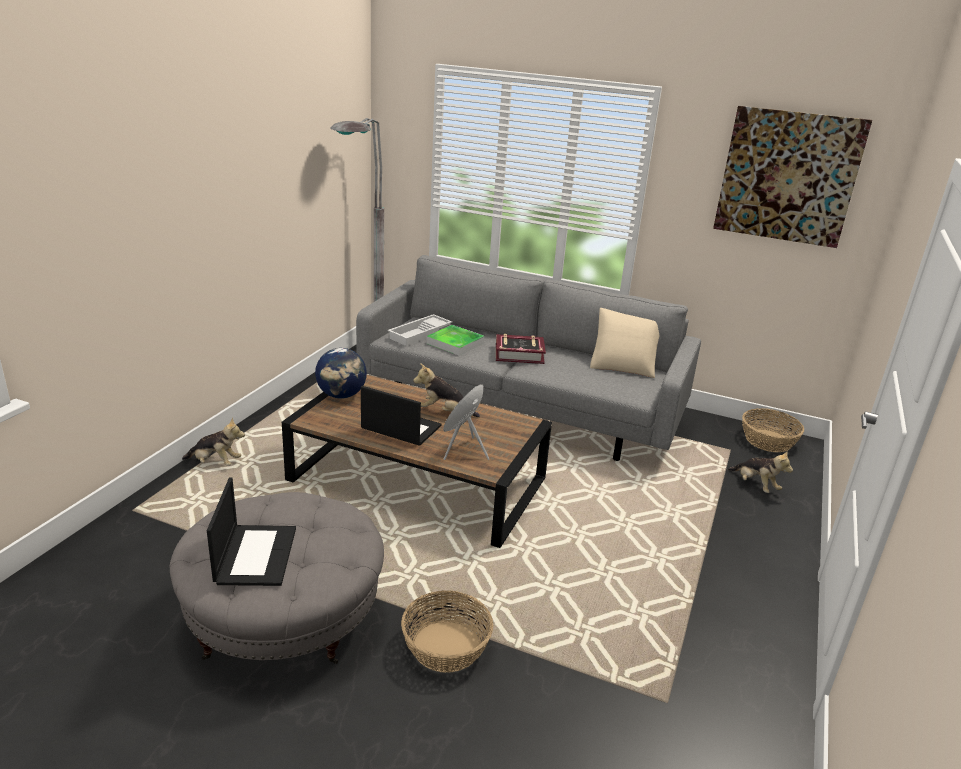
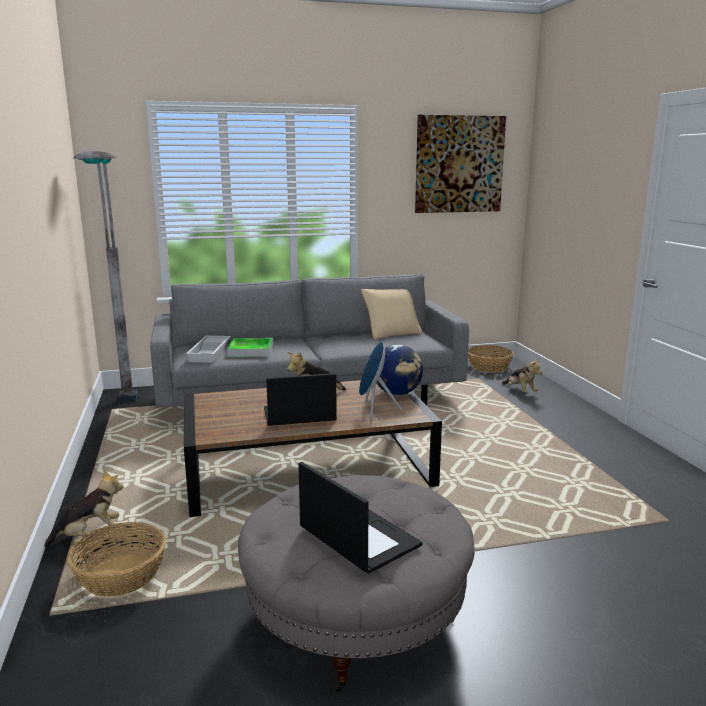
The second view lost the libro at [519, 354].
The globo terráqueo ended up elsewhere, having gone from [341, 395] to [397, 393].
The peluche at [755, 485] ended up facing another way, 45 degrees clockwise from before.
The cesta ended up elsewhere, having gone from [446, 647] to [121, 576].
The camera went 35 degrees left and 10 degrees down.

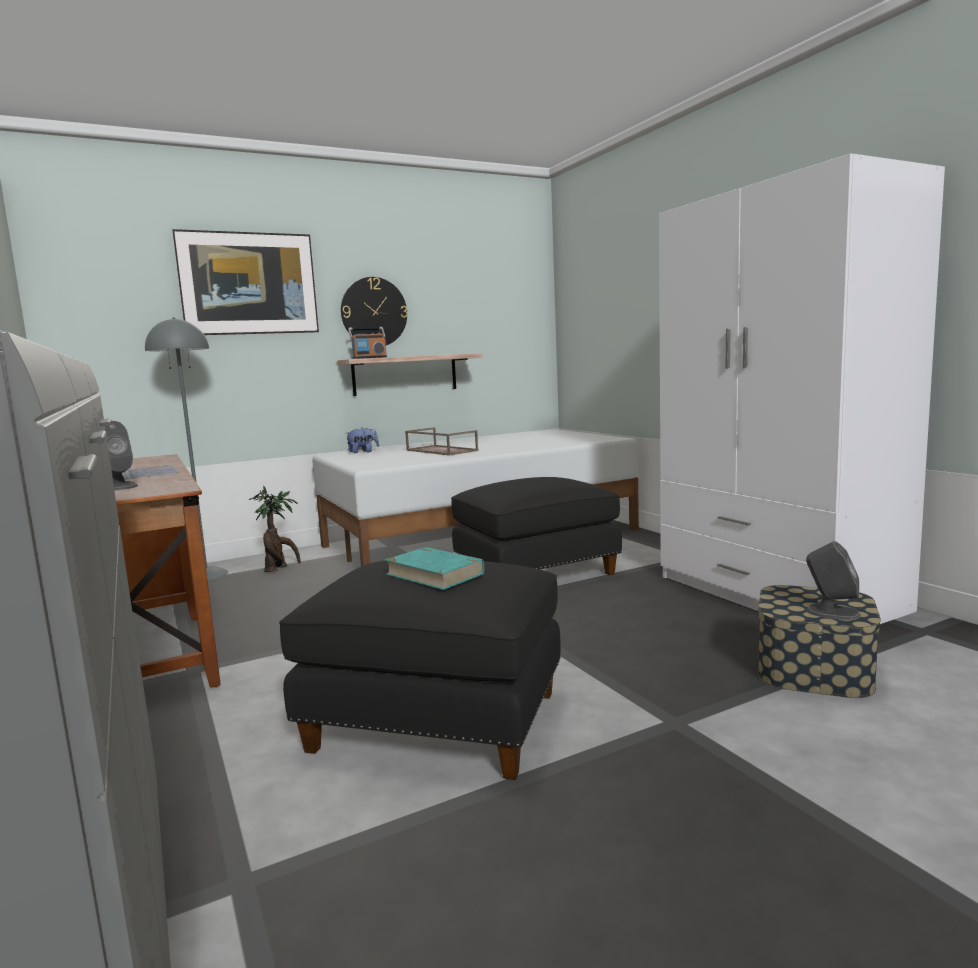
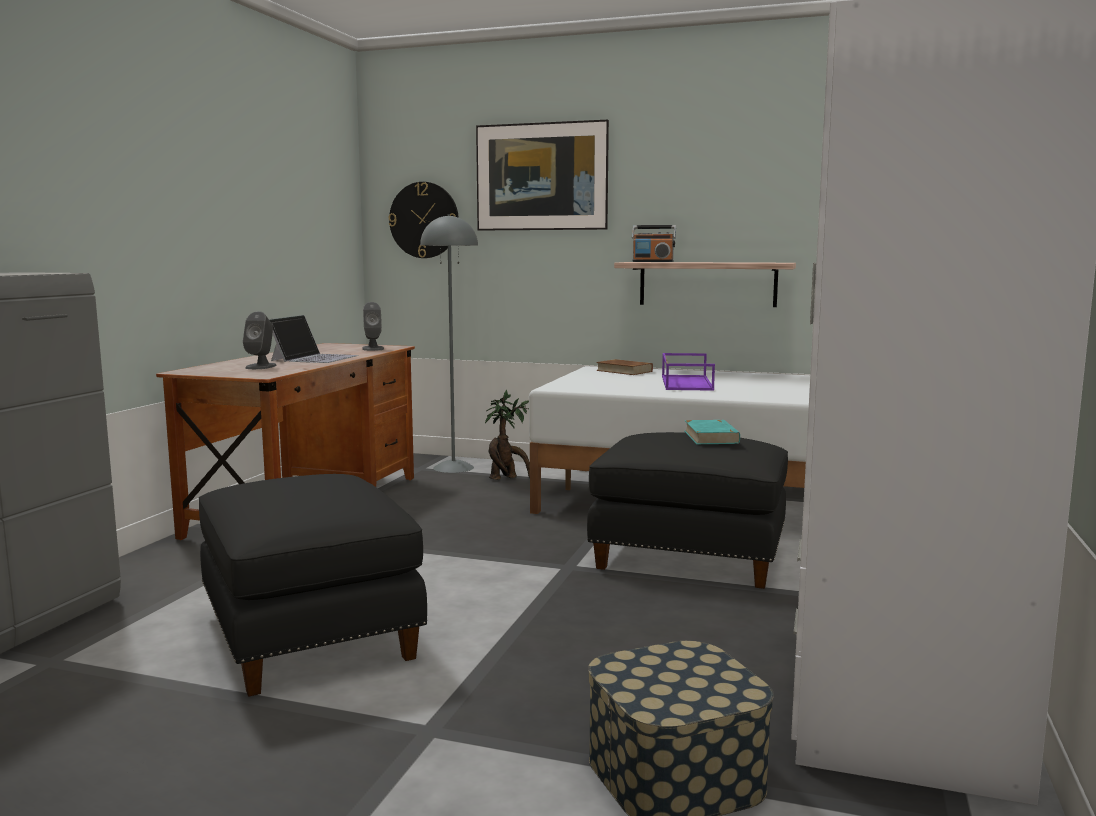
The reloj de pared ended up elsewhere, having gone from [374, 312] to [424, 220].
Where the peluche stood at [363, 452], the libro (marrón) came to stand at [624, 371].
What was the bandeja (marrón) at [440, 450] turned into the bandeja (morado) at [685, 383].
The altavoz (gris) ended up elsewhere, having gone from [832, 612] to [373, 348].
The libro (turquesa) ended up elsewhere, having gone from [434, 574] to [711, 437].
The camera went 45 degrees right and 0 degrees up.

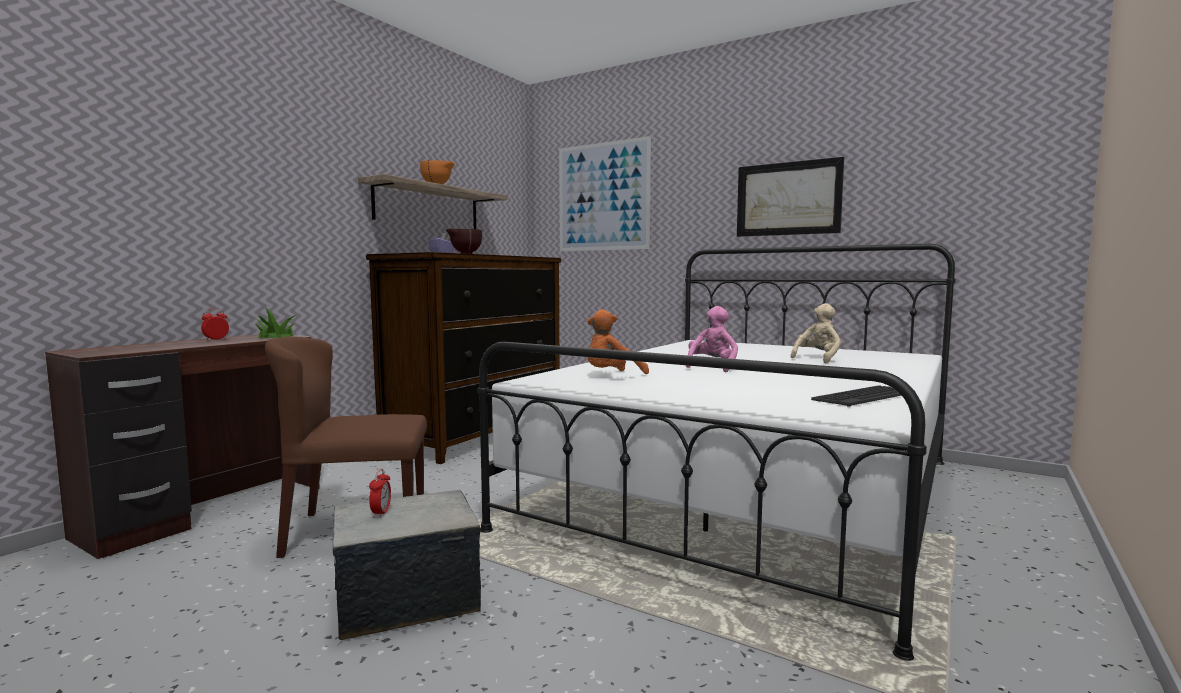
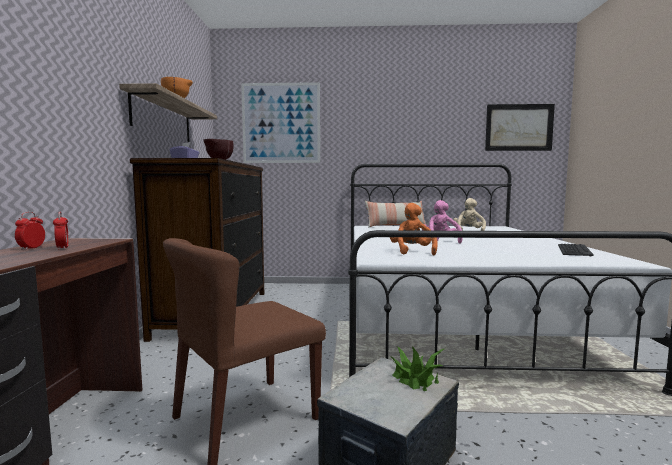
The cuadro ended up elsewhere, having gone from [788, 199] to [518, 127].
The planta en maceta ended up elsewhere, having gone from [275, 336] to [415, 379].
The peluche (naranja) at [612, 376] ended up facing another way, 150 degrees clockwise from before.
The despertador ended up elsewhere, having gone from [381, 513] to [62, 248].
The second view gained the cojín at [395, 226].
The camera went 30 degrees left and 0 degrees up.

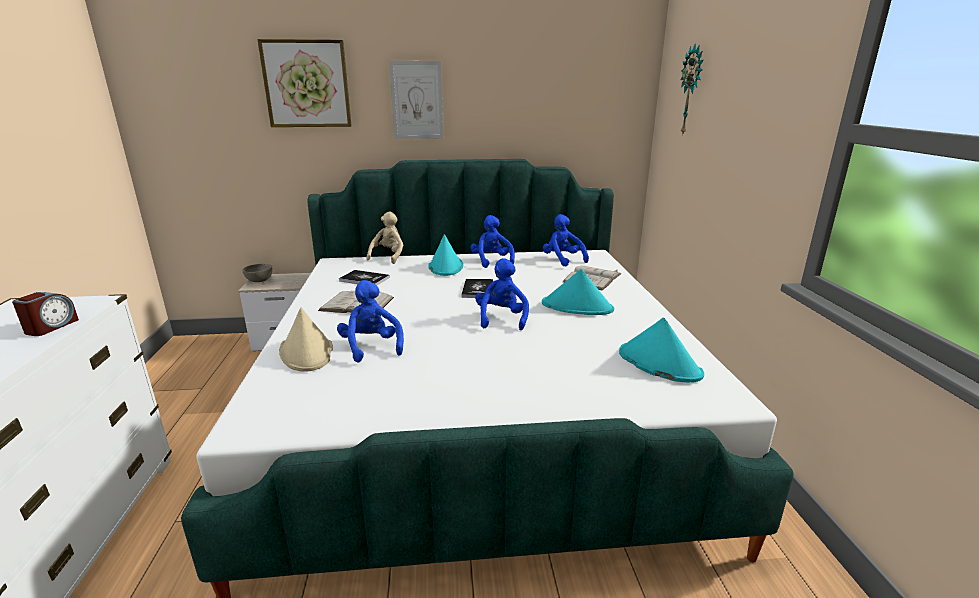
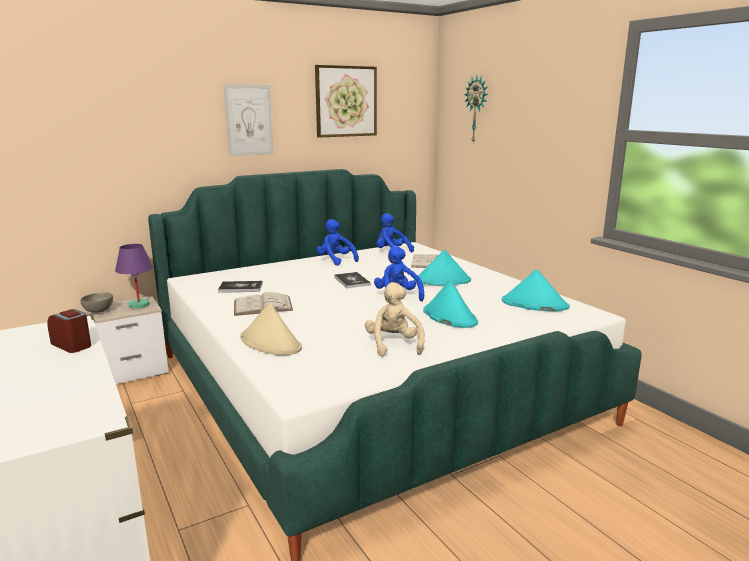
The cuadro ended up elsewhere, having gone from [306, 84] to [346, 101].
The peluche (beis) ended up elsewhere, having gone from [388, 256] to [393, 345].
The sombrero (turquesa) ended up elsewhere, having gone from [445, 266] to [449, 316].
The second view lost the peluche (azul) at [371, 347].
The despertador at [51, 327] ended up facing another way, 45 degrees counterclockwise from before.
The second view gained the lámpara de mesa (morado) at [138, 305].
The camera went 25 degrees left and 5 degrees down.

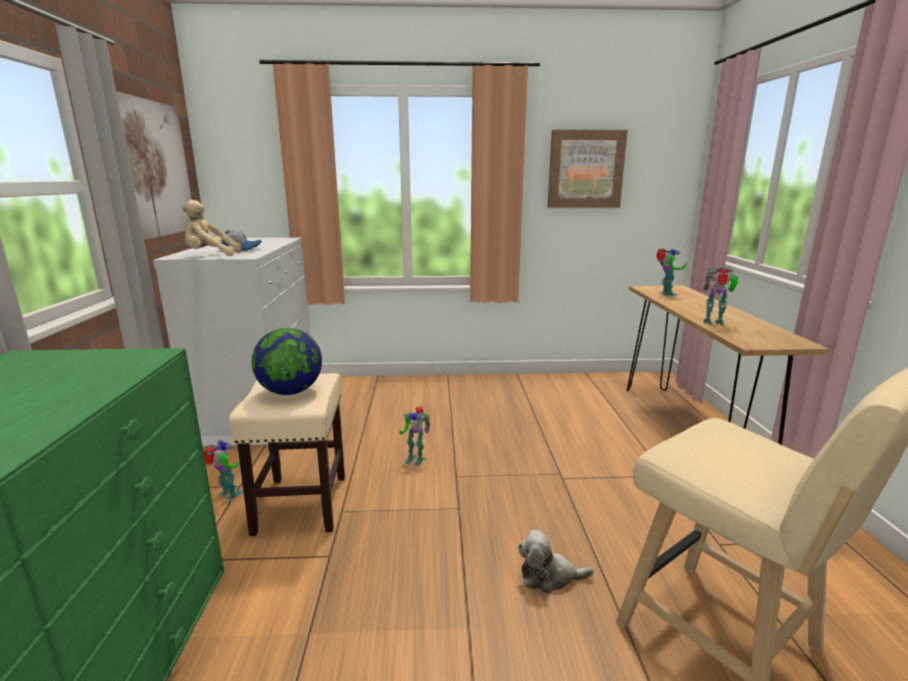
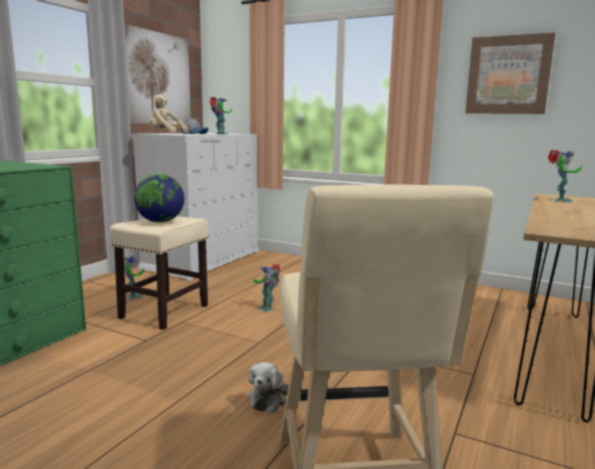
The robot de juguete ended up elsewhere, having gone from [714, 323] to [220, 134].
The peluche at [549, 576] ended up facing another way, 105 degrees counterclockwise from before.
The camera went 30 degrees right and 5 degrees down.

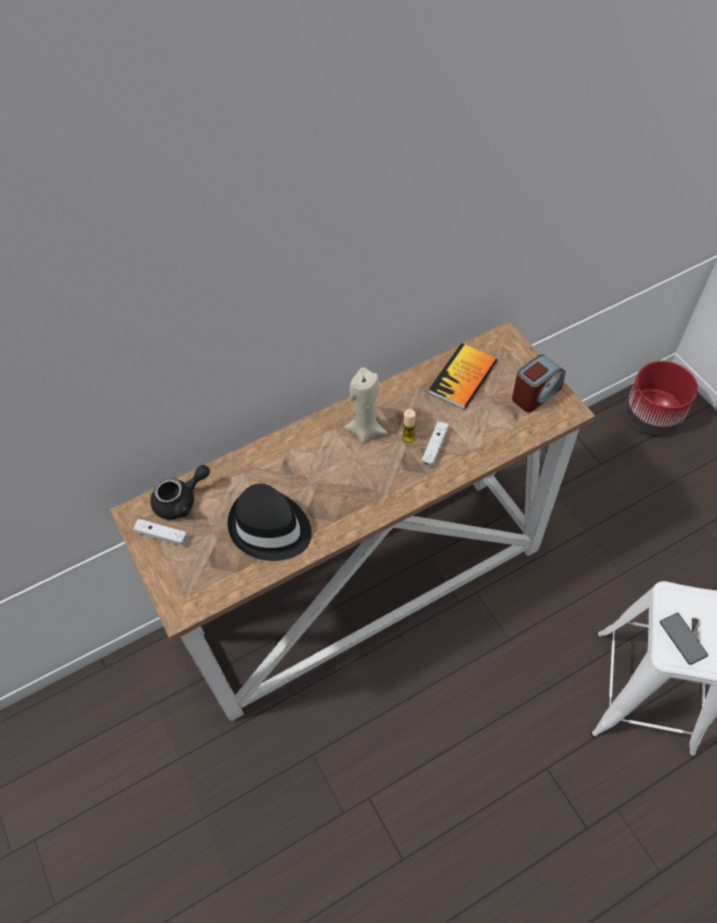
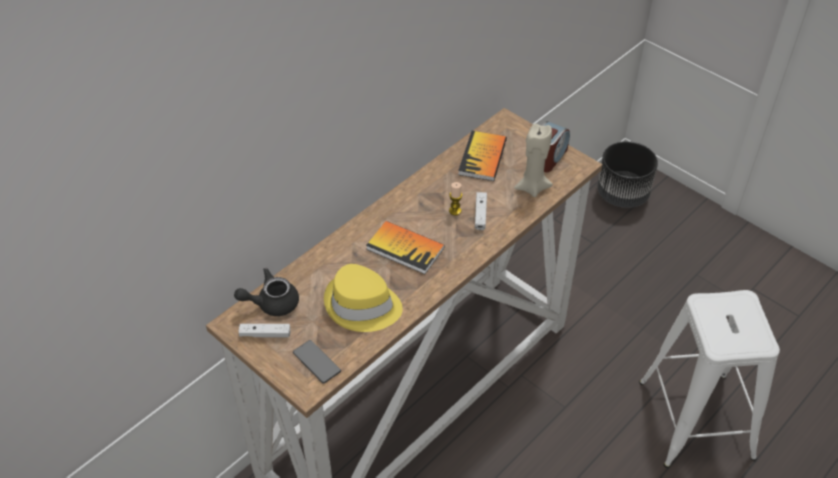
What was the maceta (rojo) at [652, 415] turned into the maceta (negro) at [622, 194].
The vela (beis) ended up elsewhere, having gone from [366, 430] to [532, 187].
The tetera (negro) at [181, 500] ended up facing another way, 150 degrees counterclockwise from before.
What was the sombrero (negro) at [270, 528] turned into the sombrero (amarillo) at [362, 306].
The móvil ended up elsewhere, having gone from [683, 638] to [317, 362].
The second view gained the libro at [405, 248].
The camera went 20 degrees left and 10 degrees down.

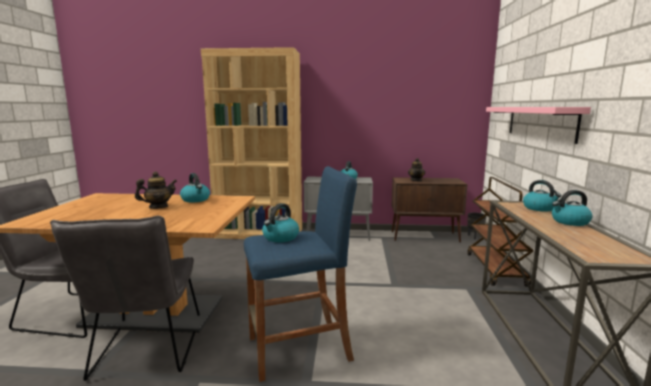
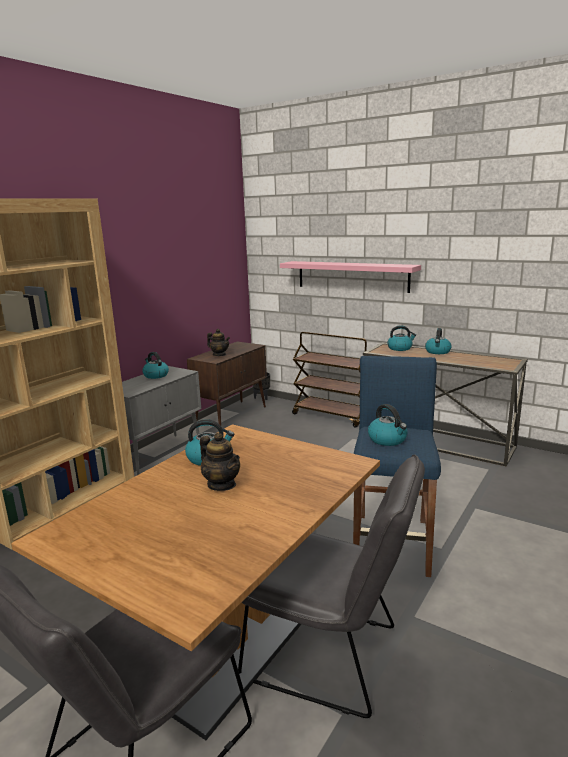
The tetera at [158, 207] ended up facing another way, 135 degrees clockwise from before.
The camera went 60 degrees left and 5 degrees up.

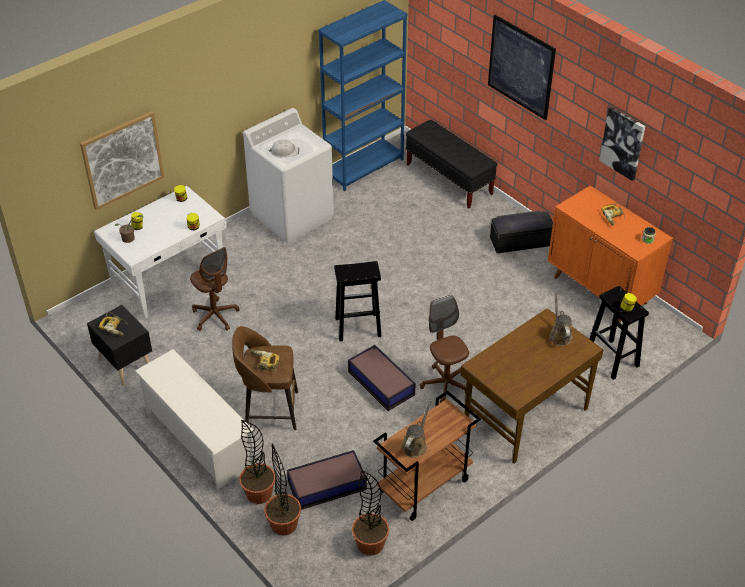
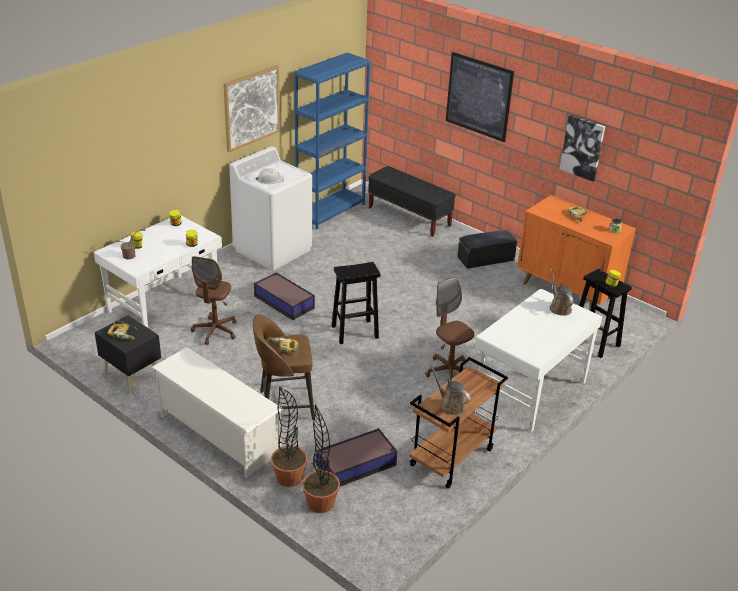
The cuadro ended up elsewhere, having gone from [122, 160] to [251, 108].
The silla de oficina (marrón) at [215, 316] ended up facing another way, 60 degrees clockwise from before.
What was the escritorio (marrón) at [524, 414] turned into the escritorio (blanco) at [529, 391].
The caja de almacenaje ended up elsewhere, having gone from [381, 382] to [284, 301].
The regadera (marrón) at [415, 445] ended up facing another way, 60 degrees counterclockwise from before.
The second view lost the planta en maceta at [370, 544].
The camera went 10 degrees left and 10 degrees down.

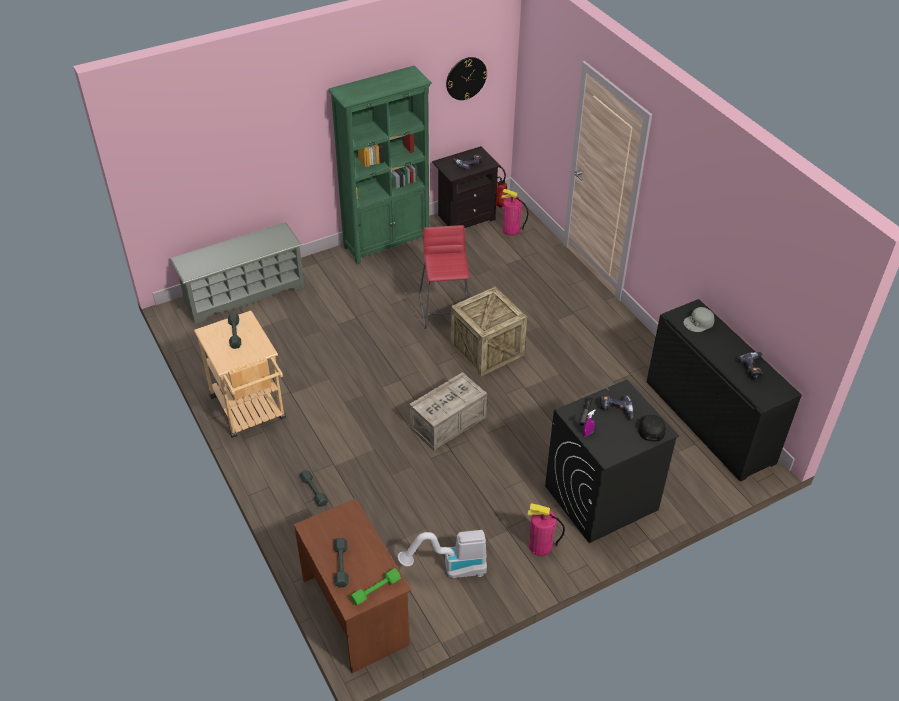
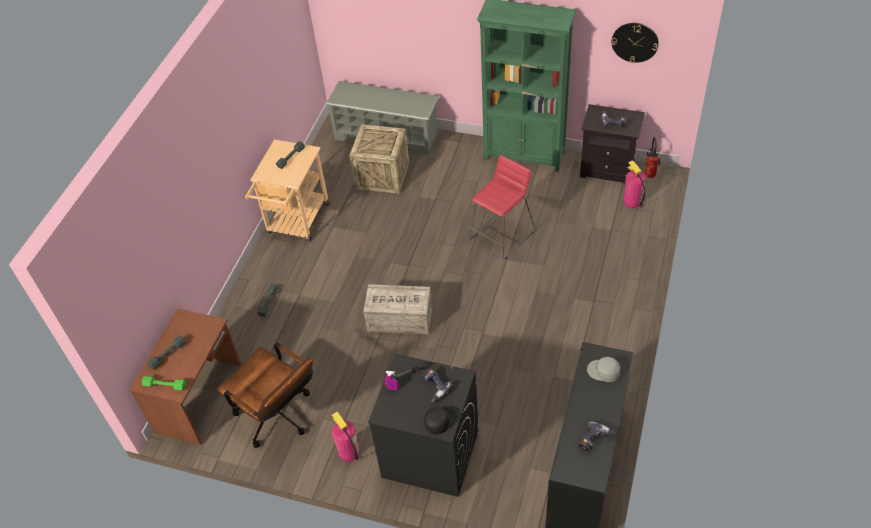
The caja de embalaje ended up elsewhere, having gone from [487, 350] to [382, 175].
Where the aspiradora stood at [450, 569], the silla de oficina (marrón) came to stand at [279, 418].
The camera went 50 degrees right and 5 degrees up.

